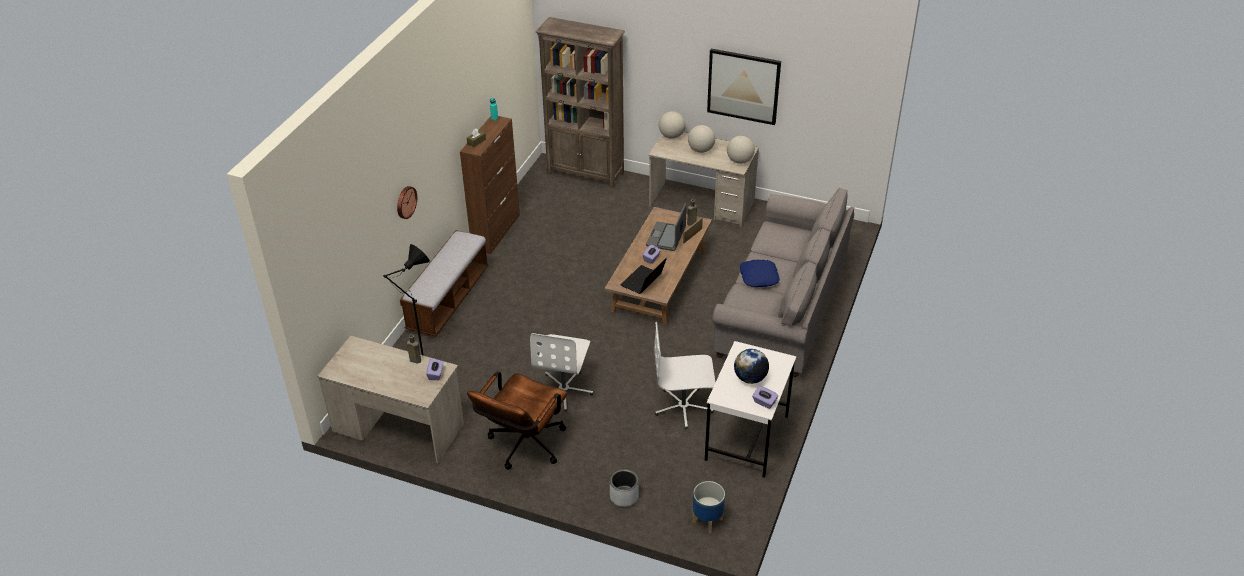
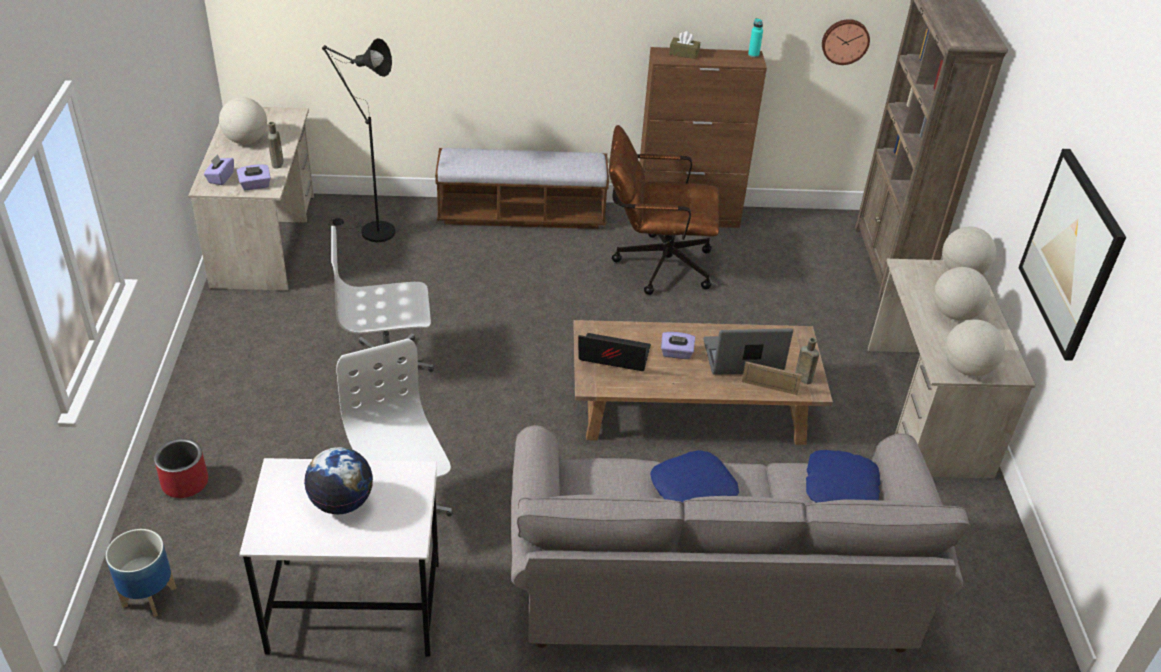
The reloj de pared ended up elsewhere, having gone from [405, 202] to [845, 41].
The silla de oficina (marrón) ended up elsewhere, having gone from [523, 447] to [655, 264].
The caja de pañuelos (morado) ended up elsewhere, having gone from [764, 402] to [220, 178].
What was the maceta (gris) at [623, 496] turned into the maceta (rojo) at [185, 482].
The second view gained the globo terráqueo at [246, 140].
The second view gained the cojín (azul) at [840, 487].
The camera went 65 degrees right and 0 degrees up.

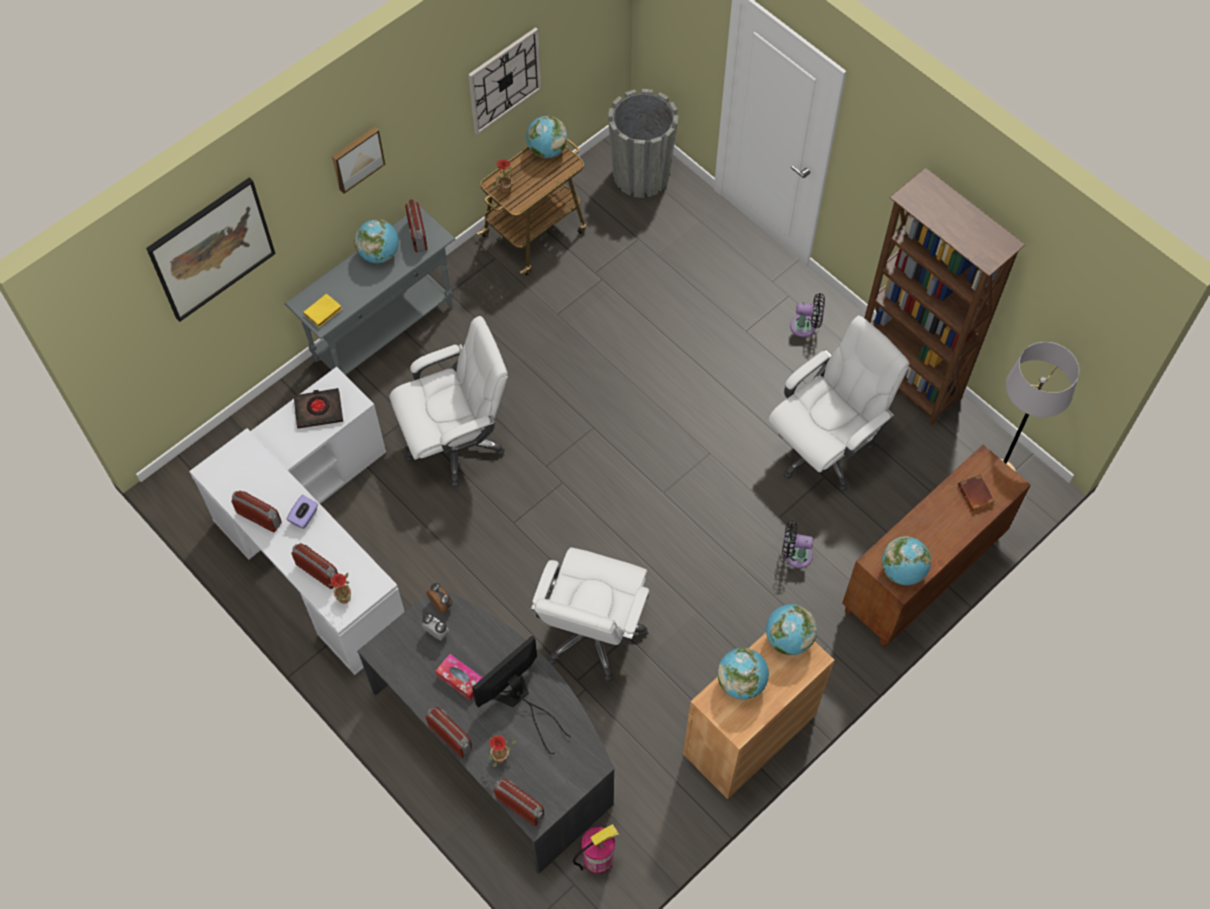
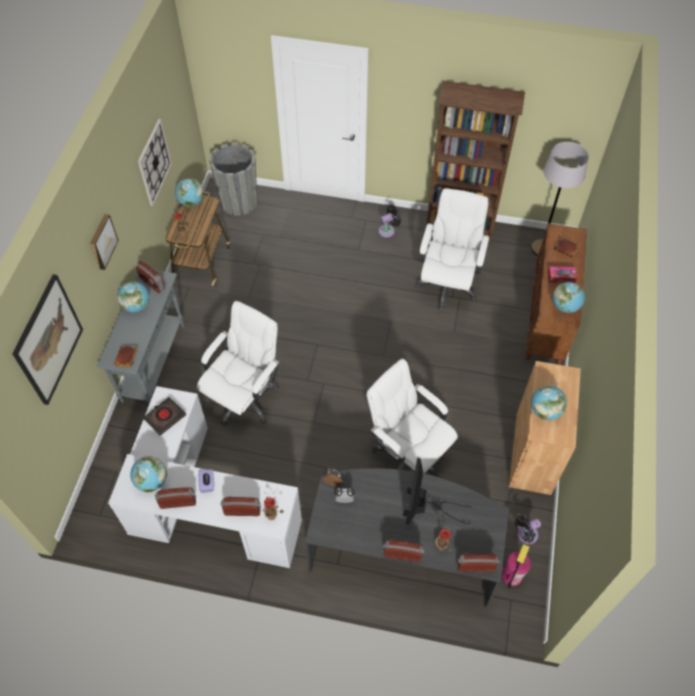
What was the libro (amarillo) at [323, 313] turned into the libro (marrón) at [127, 358].
The ventilador (negro) ended up elsewhere, having gone from [795, 554] to [525, 535].
The silla de oficina (blanco) at [593, 634] ended up facing another way, 150 degrees clockwise from before.
The globo terráqueo ended up elsewhere, having gone from [788, 639] to [152, 481].
The caja de pañuelos ended up elsewhere, having gone from [460, 679] to [561, 277].
The camera went 35 degrees left and 5 degrees down.

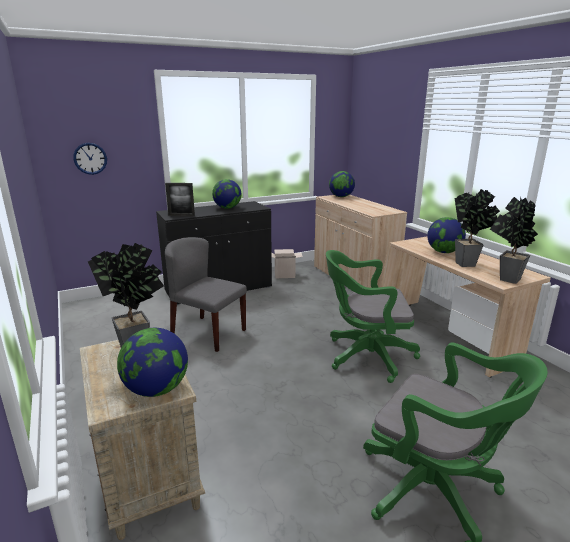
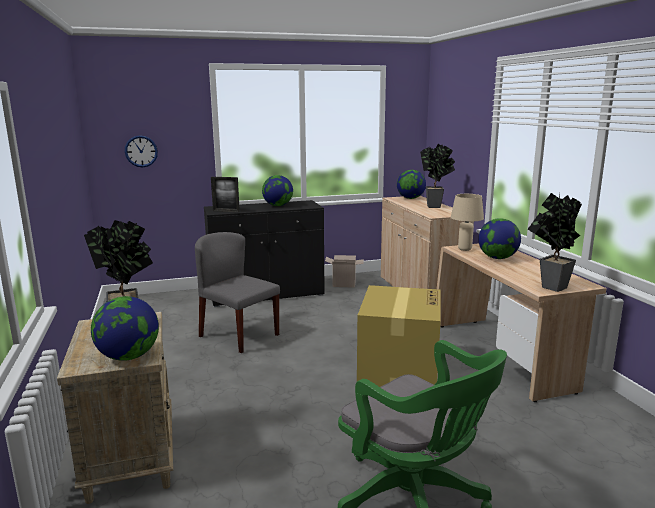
The planta en maceta ended up elsewhere, having gone from [469, 264] to [436, 207].
Where the silla de oficina (verde) stood at [365, 356], the caja de cartón came to stand at [398, 369].
The second view gained the lámpara de mesa (beis) at [465, 249].
The camera went 10 degrees right and 5 degrees down.

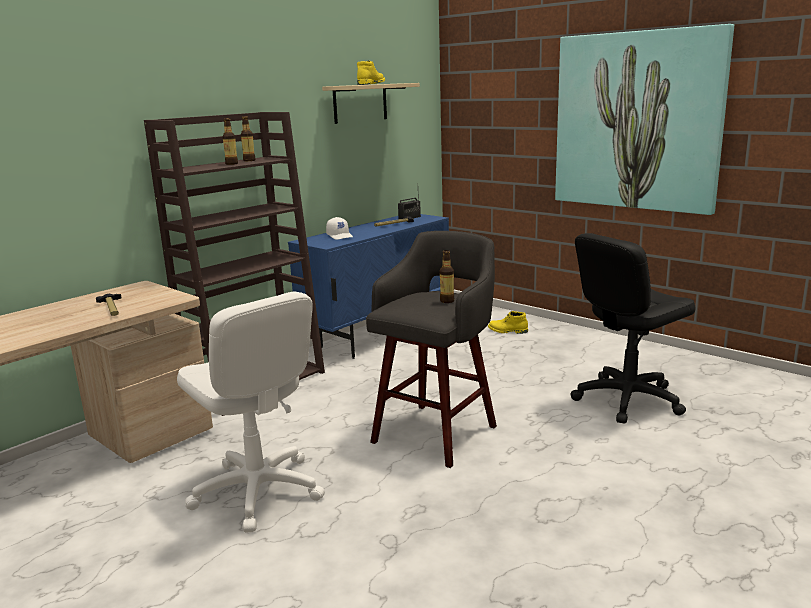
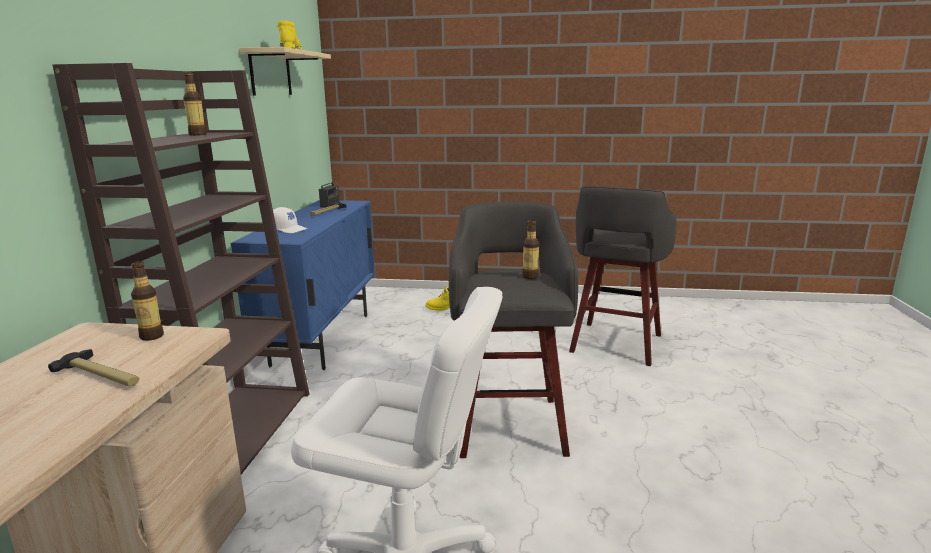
The second view lost the cuadro at [637, 121].
The botella ended up elsewhere, having gone from [231, 164] to [152, 336].
Where the silla de oficina (negro) stood at [627, 399], the taburete (gris) came to stand at [615, 344].
The camera went 35 degrees left and 0 degrees up.

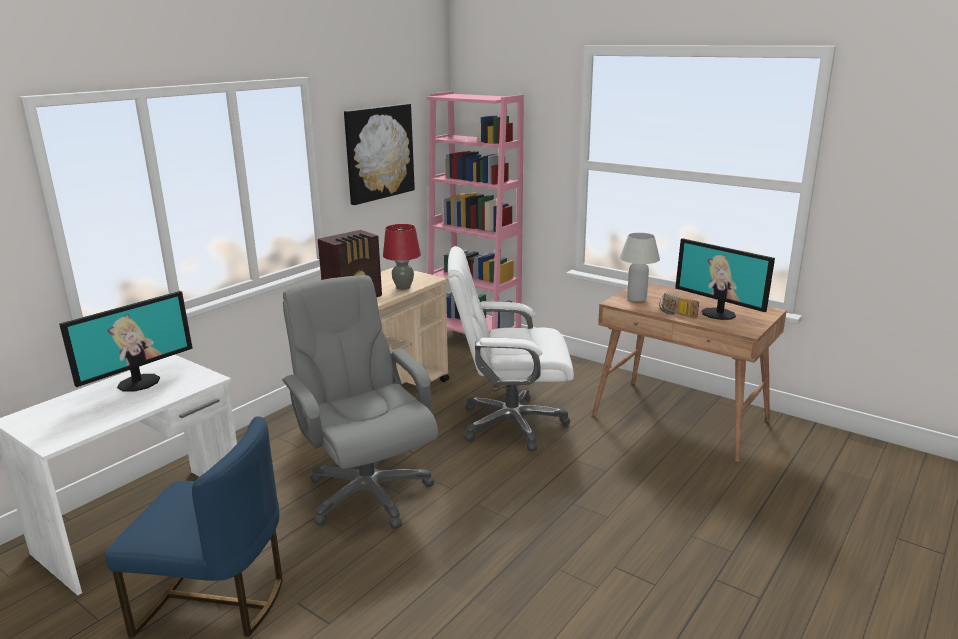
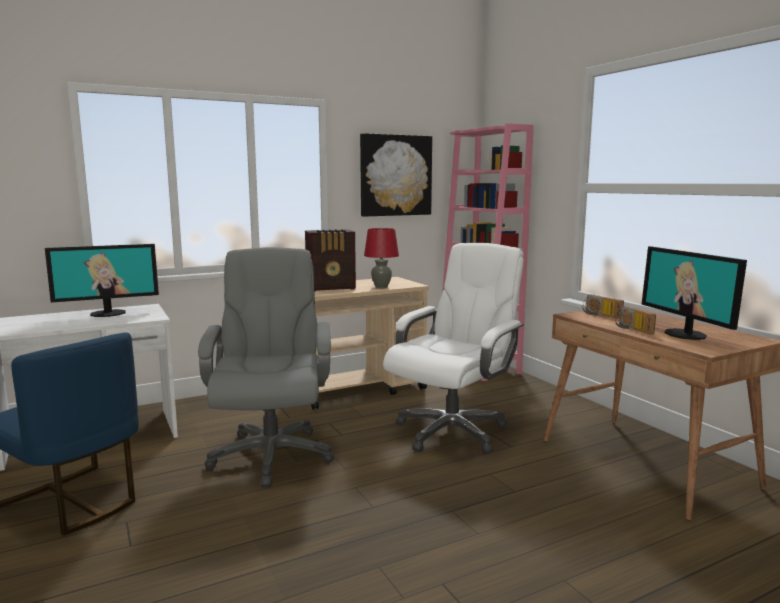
Where the lámpara de mesa (blanco) stood at [636, 298], the radio came to stand at [600, 315].
The silla de oficina (blanco) at [510, 424] ended up facing another way, 105 degrees clockwise from before.
The camera went 25 degrees right and 10 degrees down.

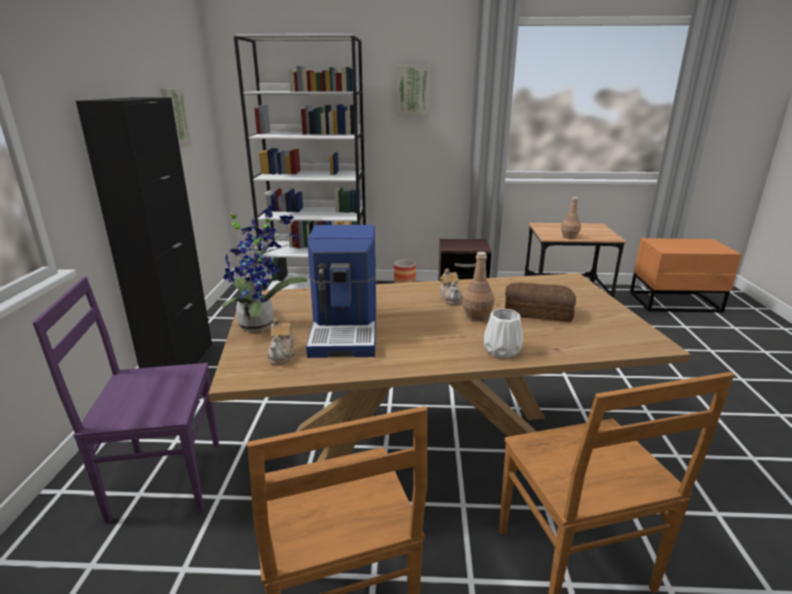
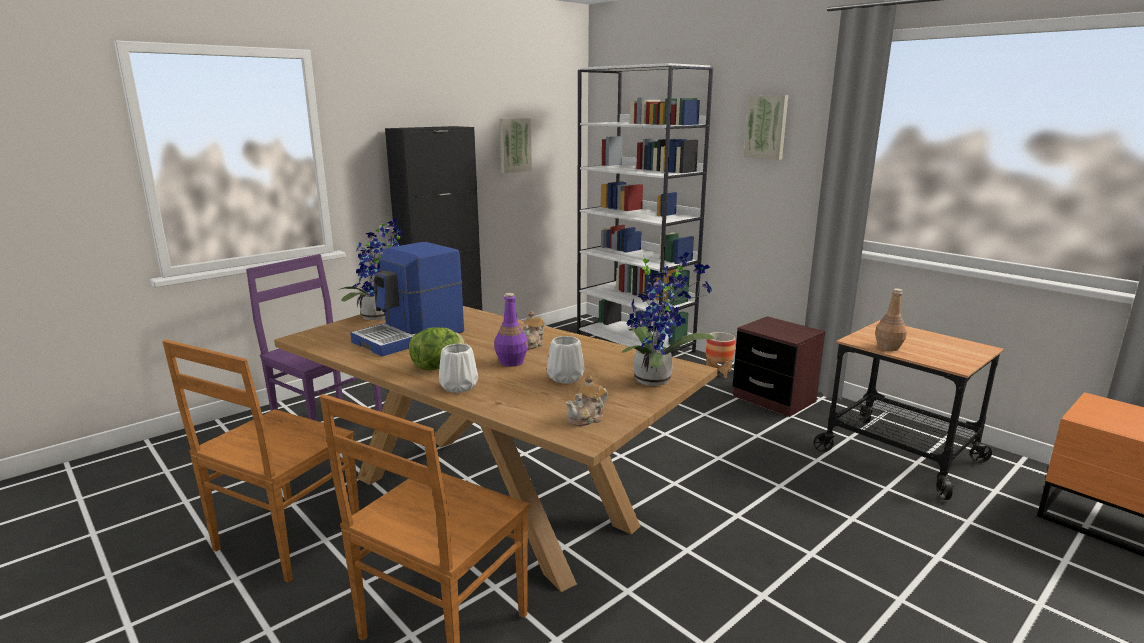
What was the botella (marrón) at [476, 316] turned into the botella (morado) at [511, 362].
Where the pan stood at [536, 312], the florero (blanco) came to stand at [566, 377].
The tetera ended up elsewhere, having gone from [282, 355] to [587, 418].
The second view gained the planta en maceta at [657, 379].
The second view gained the lechuga at [438, 367].
The camera went 45 degrees right and 5 degrees down.

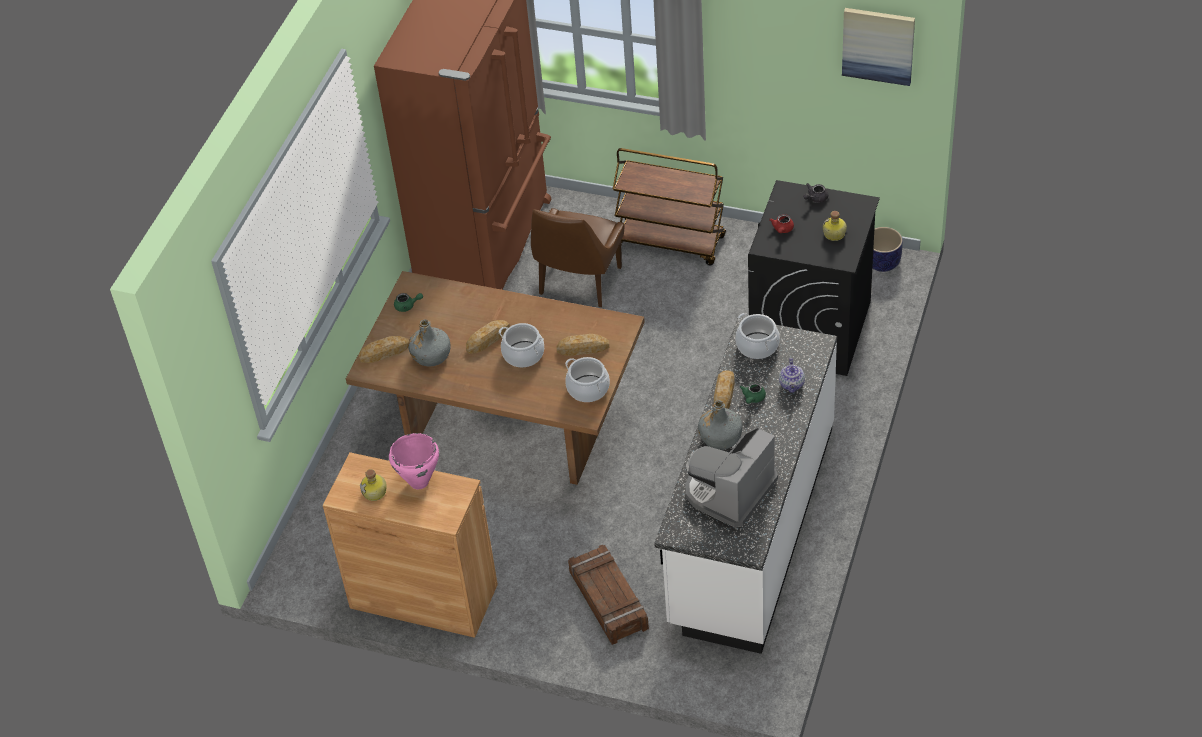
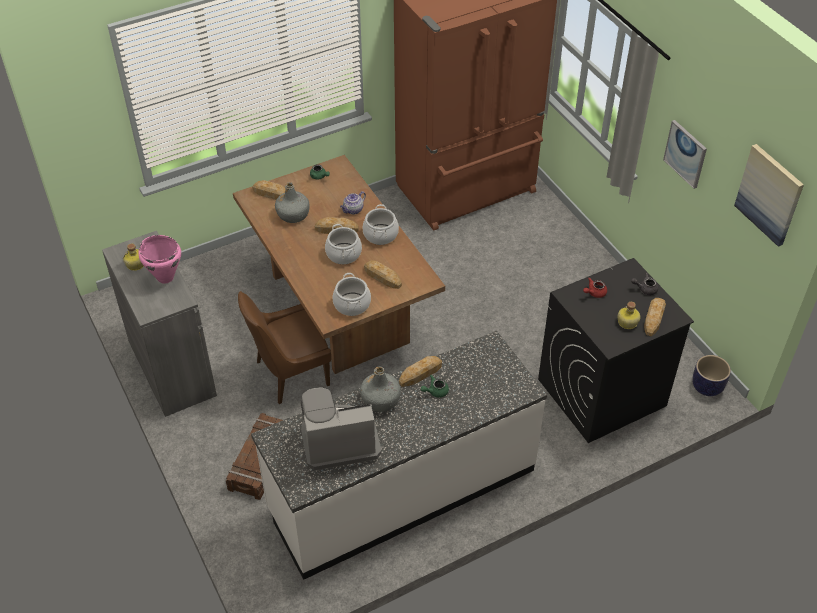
The second view lost the carrito (marrón) at [671, 242].
The silla (marrón) ended up elsewhere, having gone from [579, 283] to [289, 374].
The olla ended up elsewhere, having gone from [757, 346] to [380, 234].
The tetera ended up elsewhere, having gone from [792, 385] to [353, 210].
What was the armario (marrón) at [423, 596] turned into the armario (gris) at [172, 368].
The second view gained the cuadro at [685, 153].
The second view gained the pan at [654, 318].
The camera went 40 degrees right and 0 degrees up.

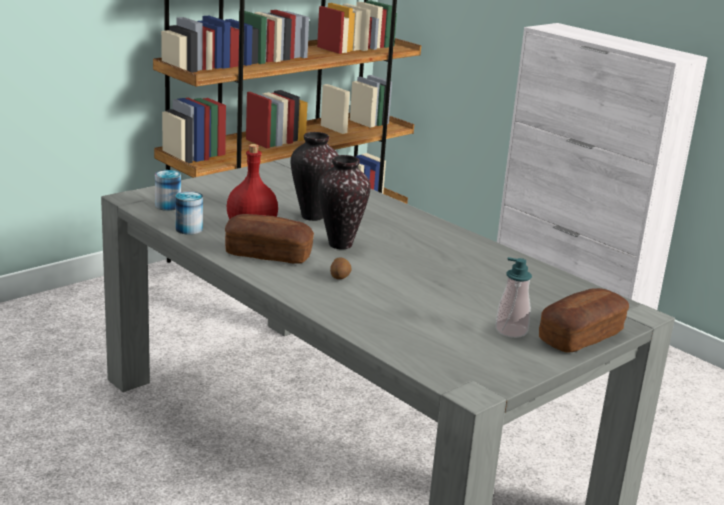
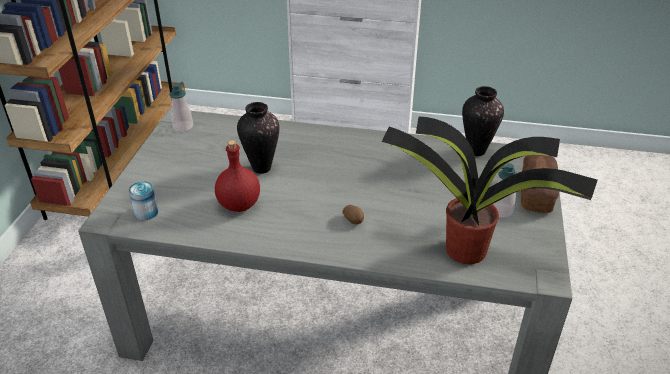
The florero ended up elsewhere, having gone from [341, 244] to [476, 150].
The second view lost the lata at [189, 229].
The second view lost the pan at [268, 254].
The second view gained the dispensador de jabón at [183, 127].
The second view gained the planta en maceta at [468, 250].
The camera went 35 degrees left and 15 degrees up.

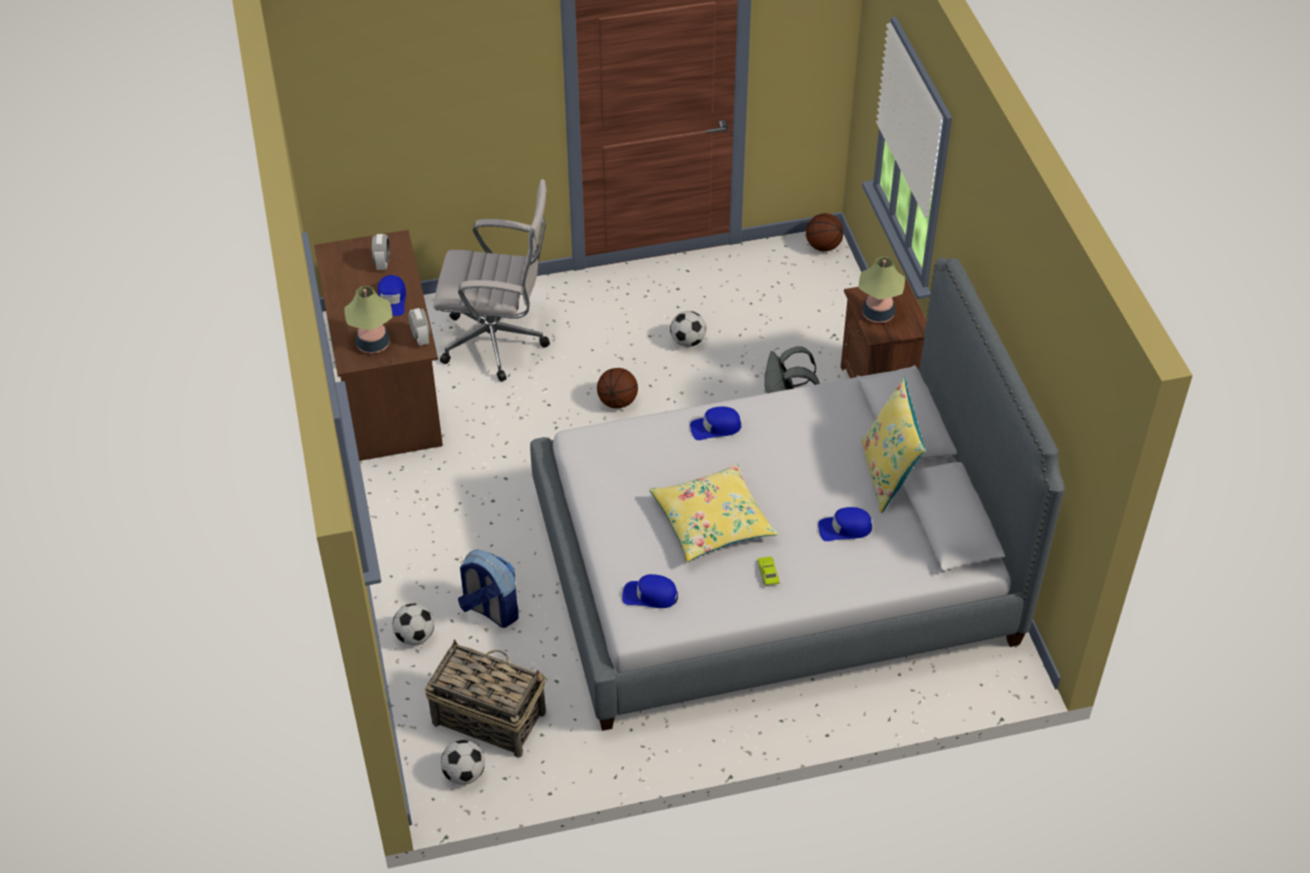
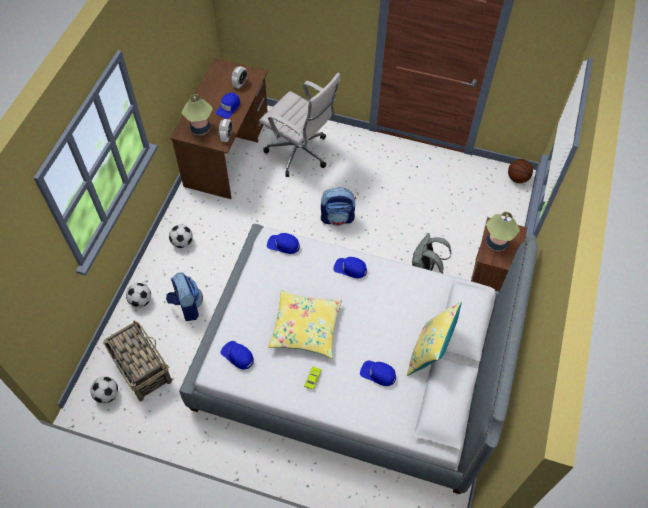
The balón de fútbol ended up elsewhere, having gone from [687, 341] to [182, 242].
Where the balón de baloncesto stood at [617, 401], the mochila came to stand at [337, 218].
The second view gained the gorra (azul) at [283, 245].
The camera went 30 degrees right and 10 degrees up.

